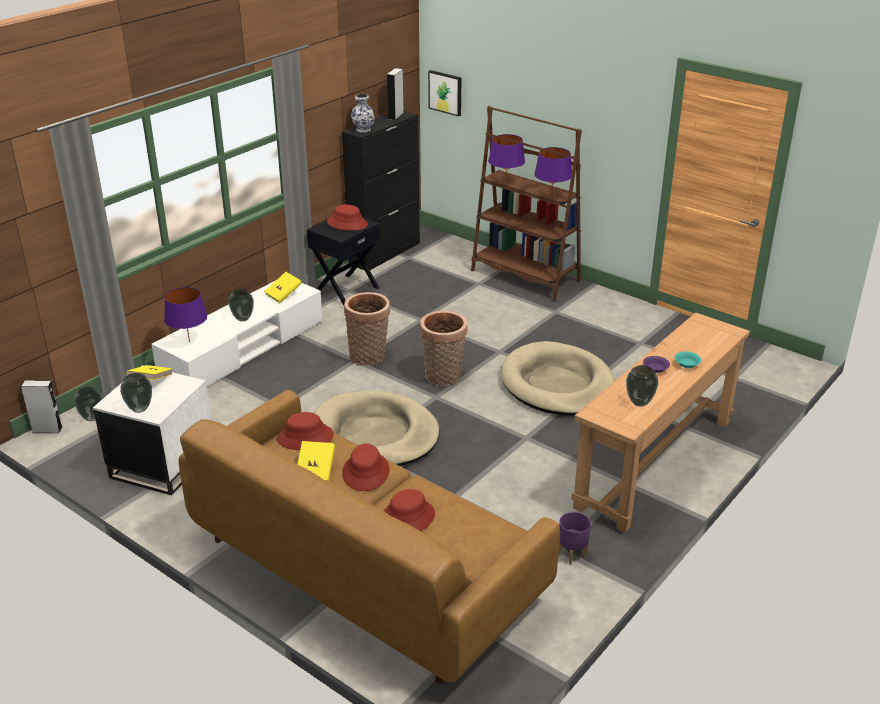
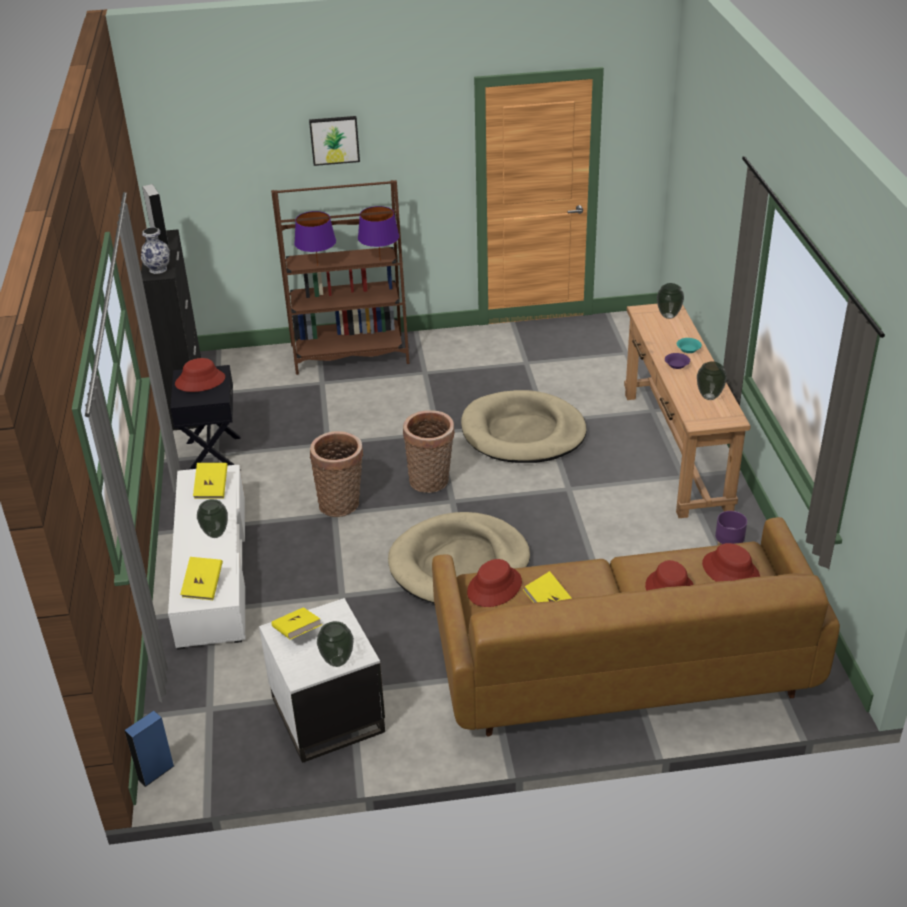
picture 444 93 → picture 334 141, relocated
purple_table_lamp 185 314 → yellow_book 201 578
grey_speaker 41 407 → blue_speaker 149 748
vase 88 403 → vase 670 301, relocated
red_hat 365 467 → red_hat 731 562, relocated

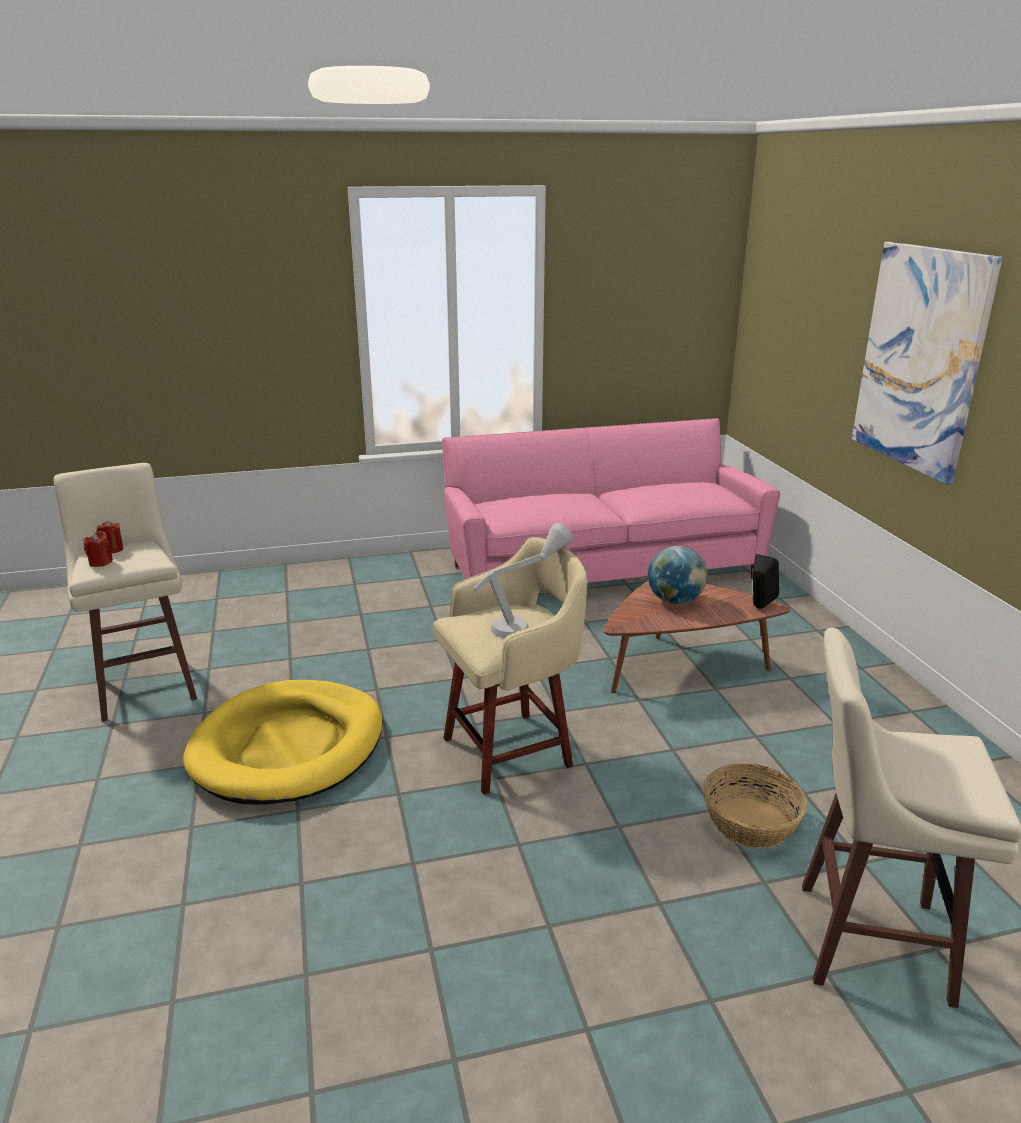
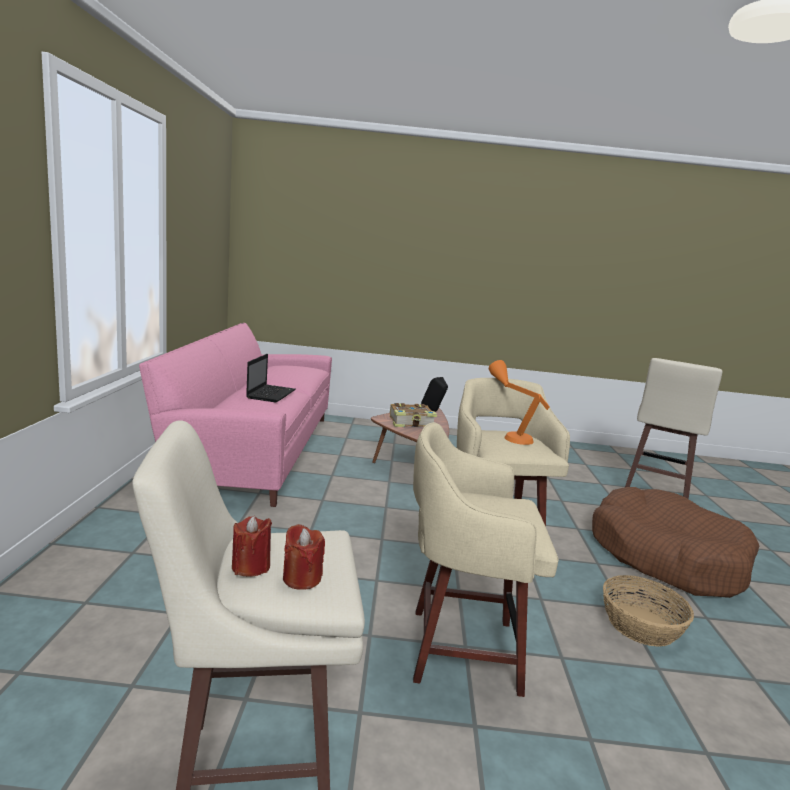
picture 927 363 → -
grey_table_lamp 523 580 → orange_table_lamp 519 402
globe 678 575 → book 413 415
yellow_dog_bed 283 742 → beige_stool 486 559
basket 755 806 → basket 648 611, relocated
- → laptop 271 378
- → brown_dog_bed 676 542

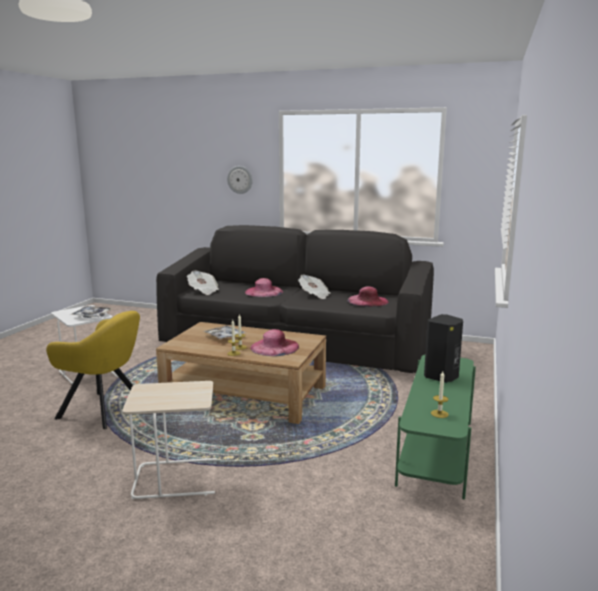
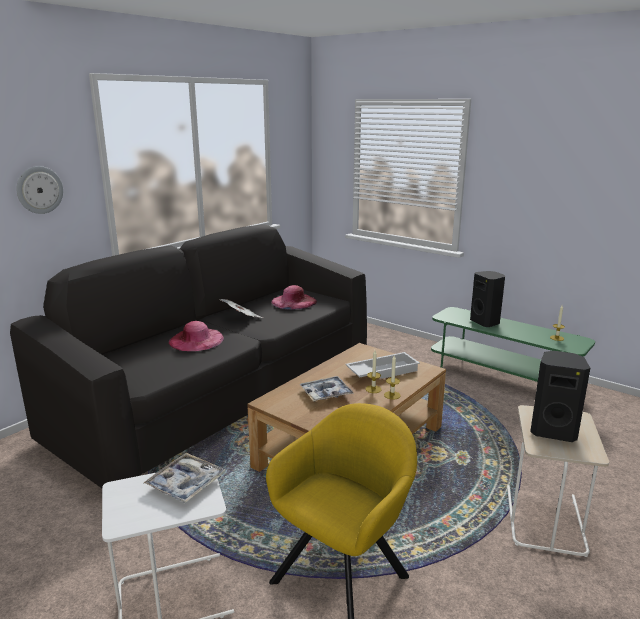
newspaper 203 283 → -
pink_hat 274 342 → white_tray 383 365
- → black_speaker 560 396

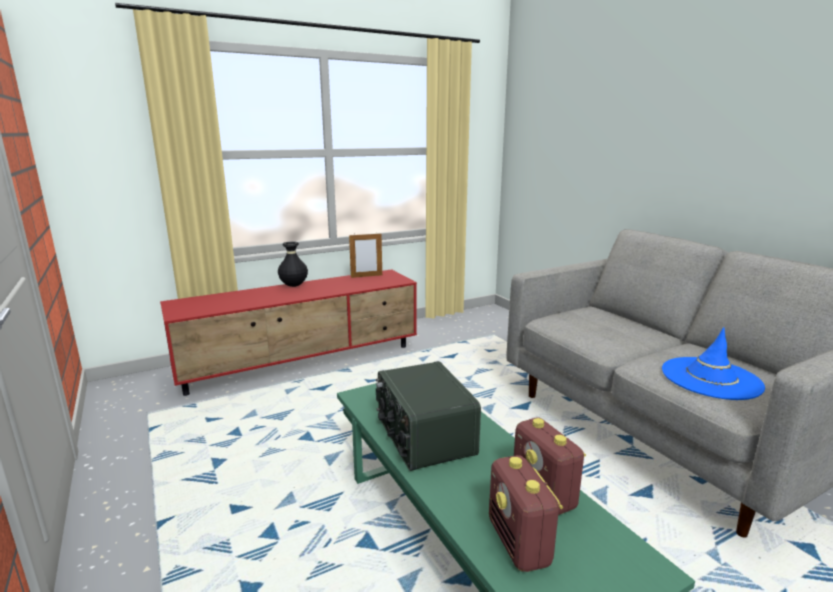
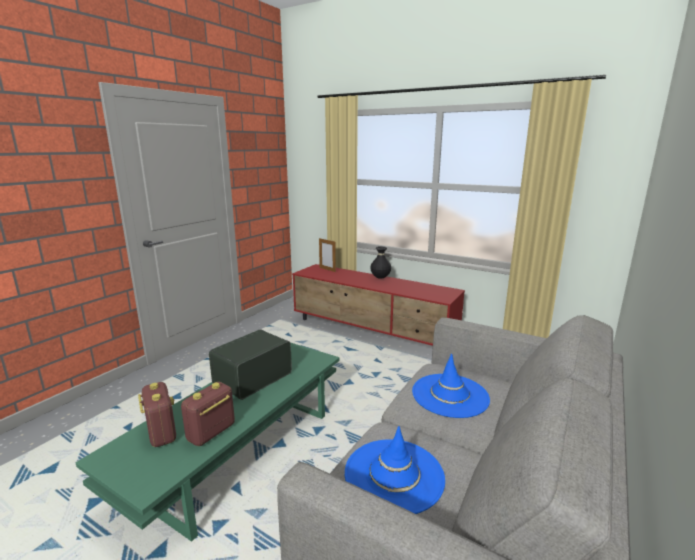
picture_frame 365 256 → picture_frame 327 255, relocated
radio 526 513 → radio 157 414, 105 degrees clockwise
- → blue_hat 451 385

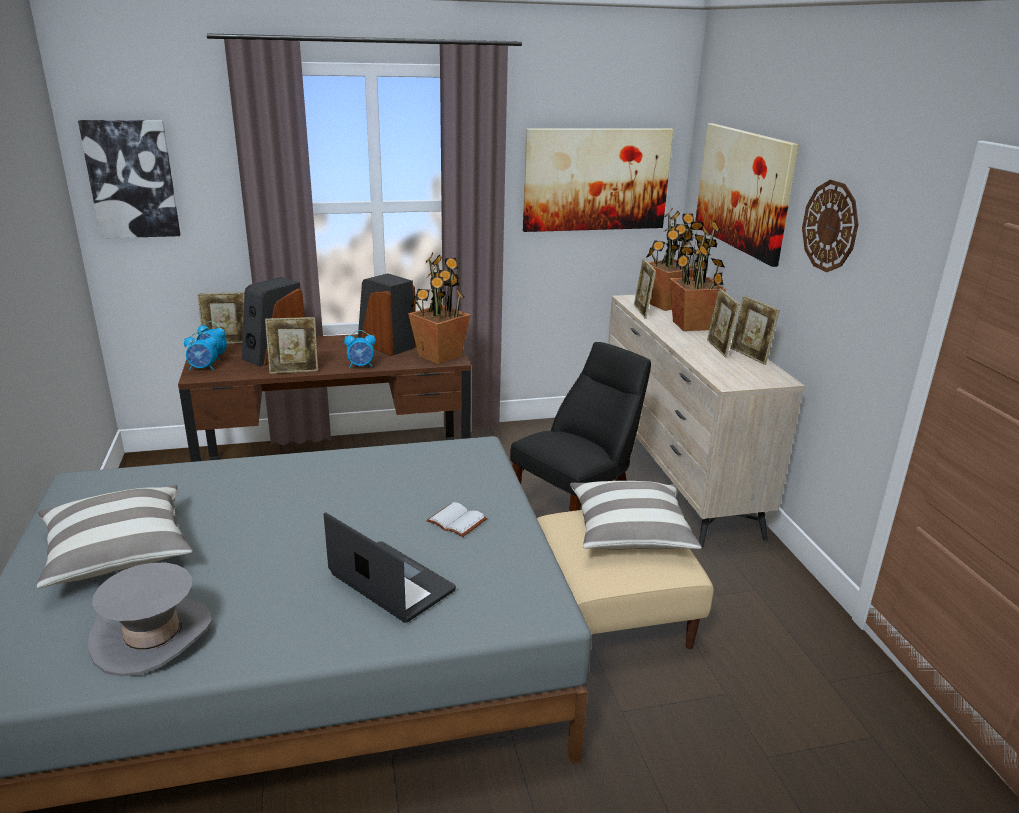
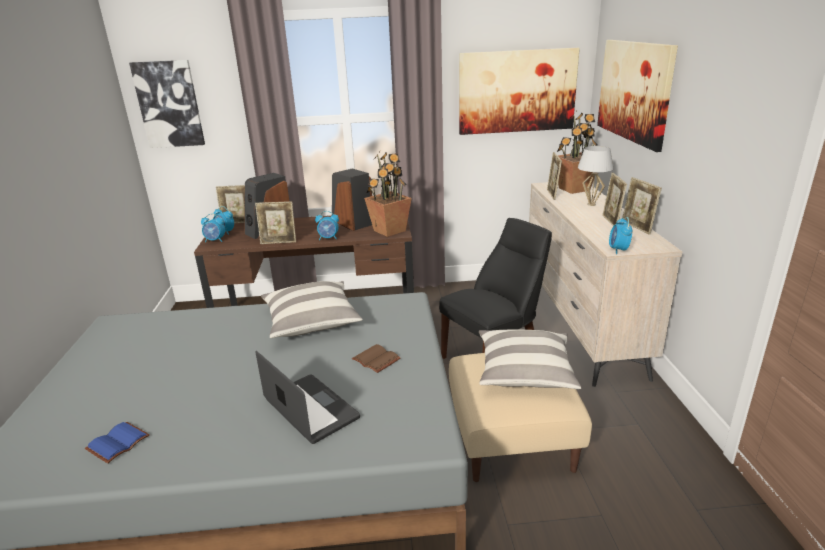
wall_clock 830 226 → -
potted_plant 697 276 → white_table_lamp 596 176
pillow 115 536 → pillow 312 309, relocated
white_book 456 519 → brown_book 376 358
grey_hat 150 620 → blue_book 117 442
- → alarm_clock 620 235

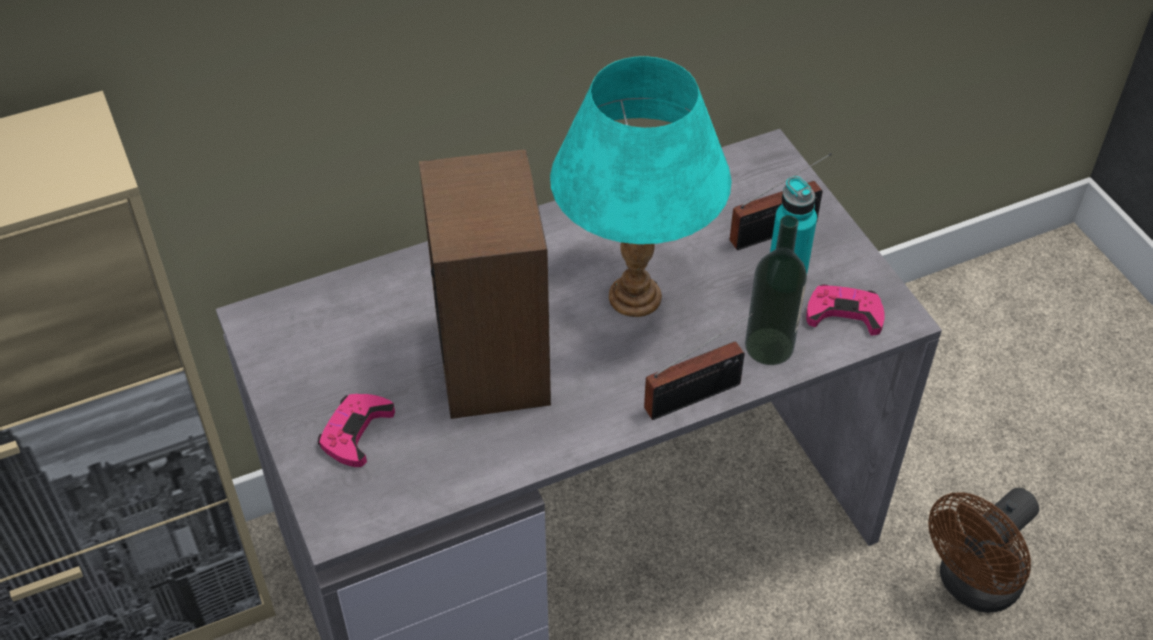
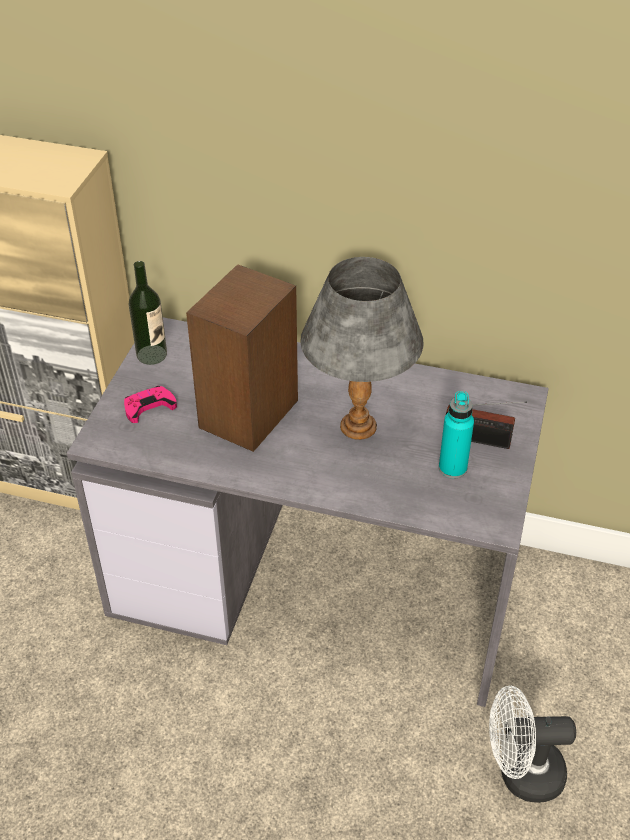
turquoise_table_lamp 641 186 → grey_table_lamp 361 348
bottle 776 290 → bottle 147 313, relocated
pink_game_controller 845 310 → -
radio 698 366 → -
brown_fan 983 550 → white_fan 532 744

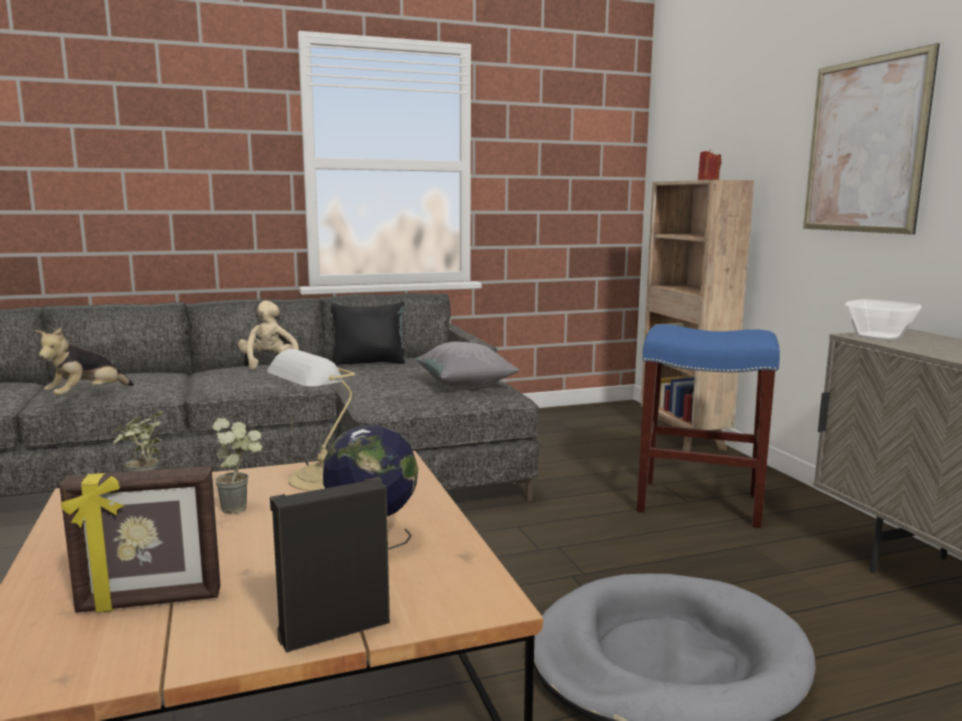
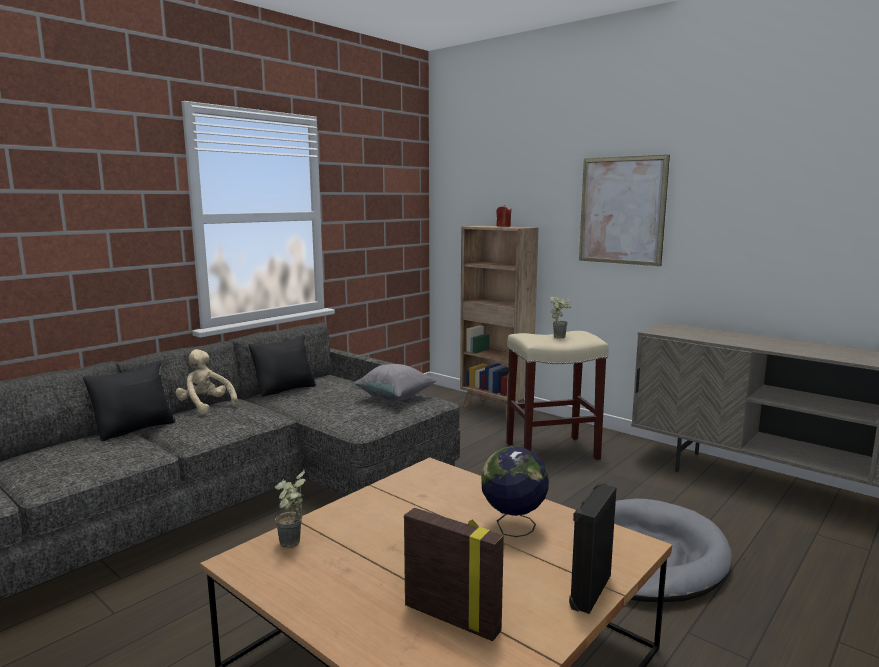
bowl 883 320 → -
blue_stool 708 426 → beige_stool 557 395
plush_toy 84 361 → -
table_lamp 311 420 → -
potted_plant 237 466 → potted_plant 560 317, relocated
picture_frame 140 539 → picture_frame 454 574, 105 degrees counterclockwise
- → black_pillow 129 401

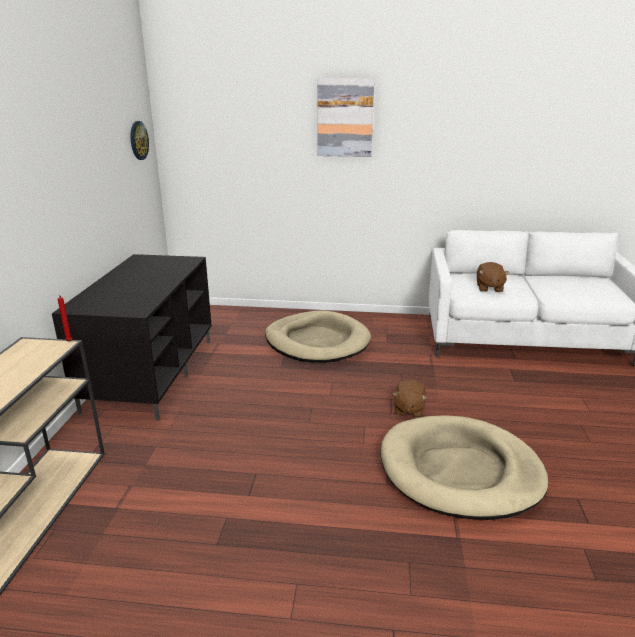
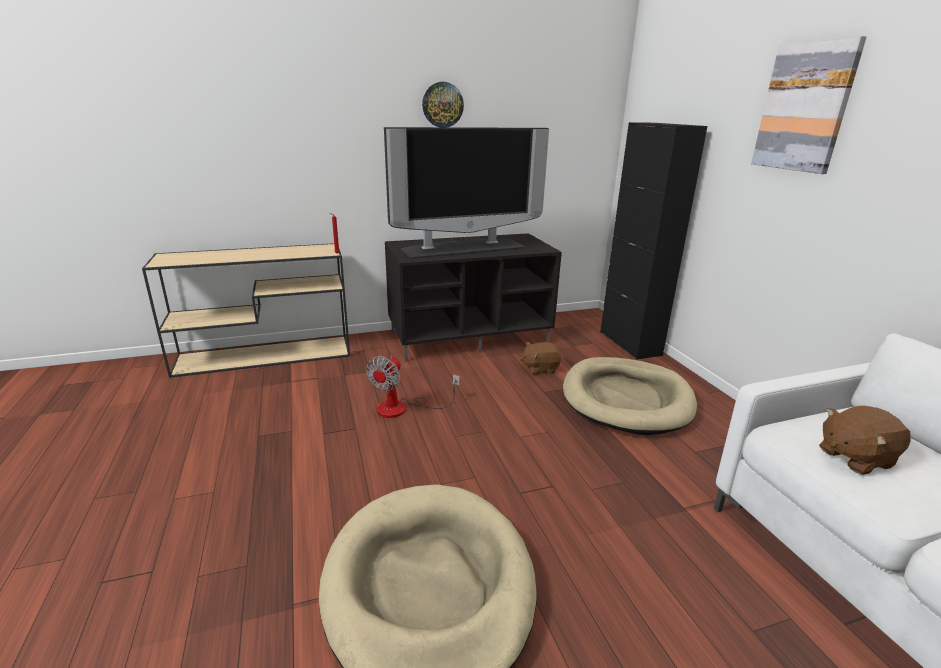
wall_clock 140 140 → wall_clock 443 104, relocated
brown_plush_toy 409 399 → brown_plush_toy 540 358, relocated
- → black_cabinet 653 240
- → television 466 193
- → fan 413 387

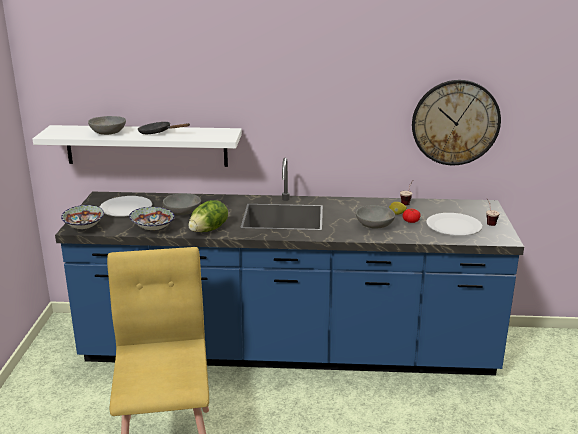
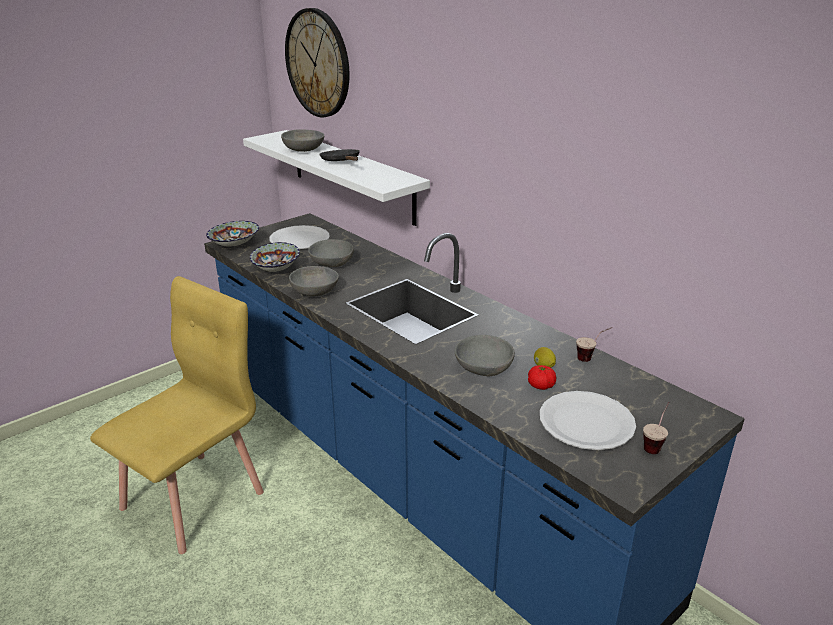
wall_clock 456 122 → wall_clock 317 62, relocated
lettuce 208 216 → grey_bowl 314 281

